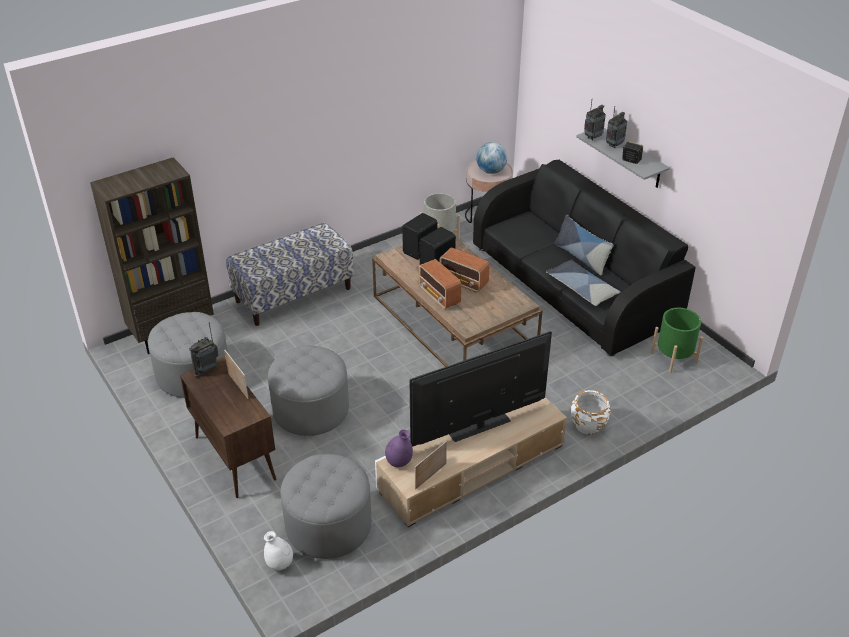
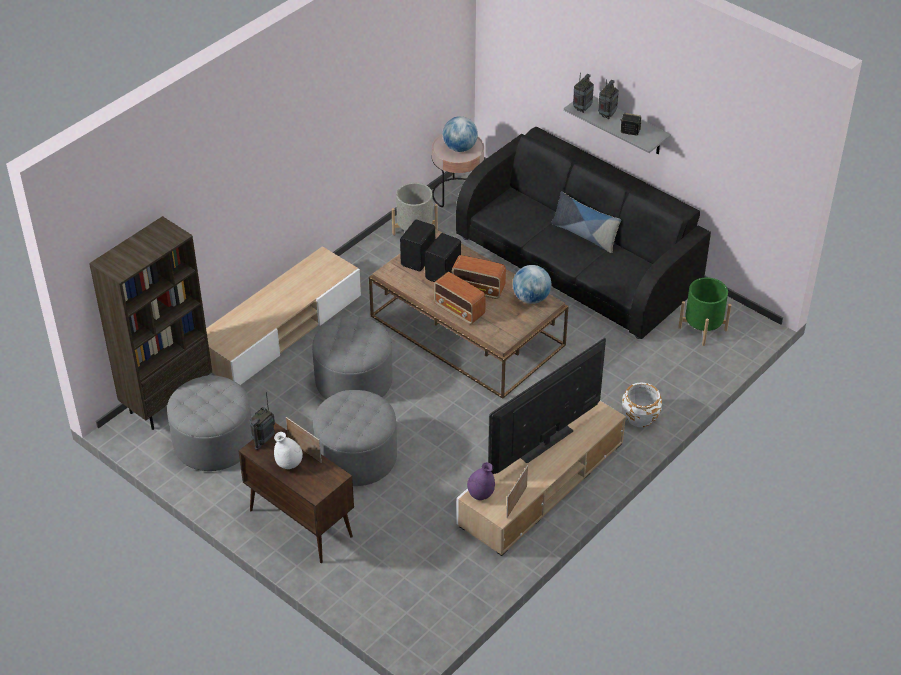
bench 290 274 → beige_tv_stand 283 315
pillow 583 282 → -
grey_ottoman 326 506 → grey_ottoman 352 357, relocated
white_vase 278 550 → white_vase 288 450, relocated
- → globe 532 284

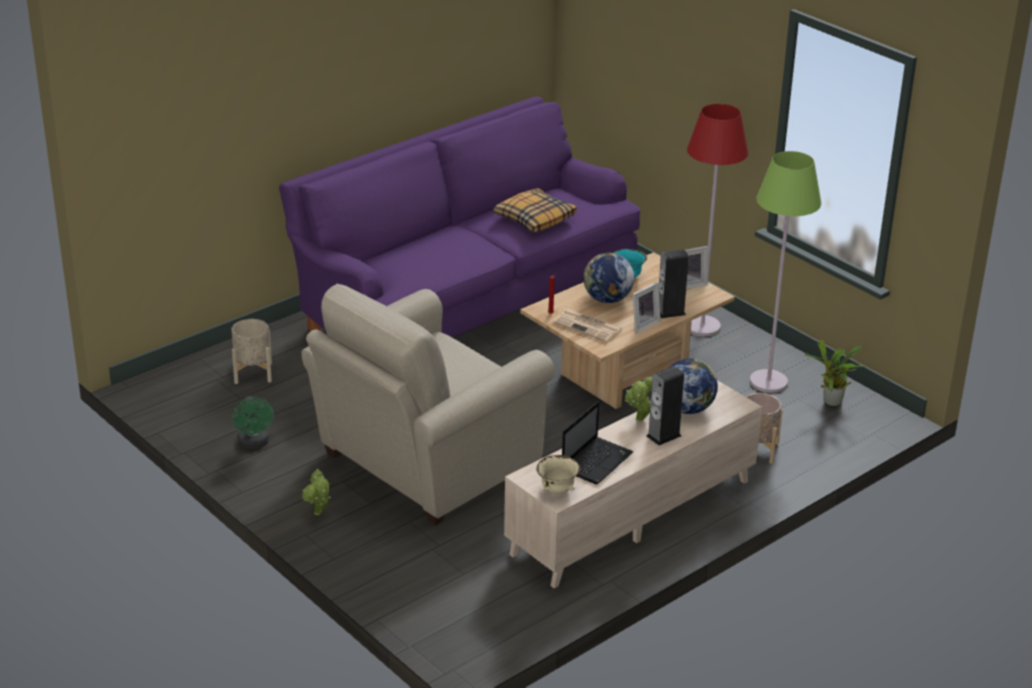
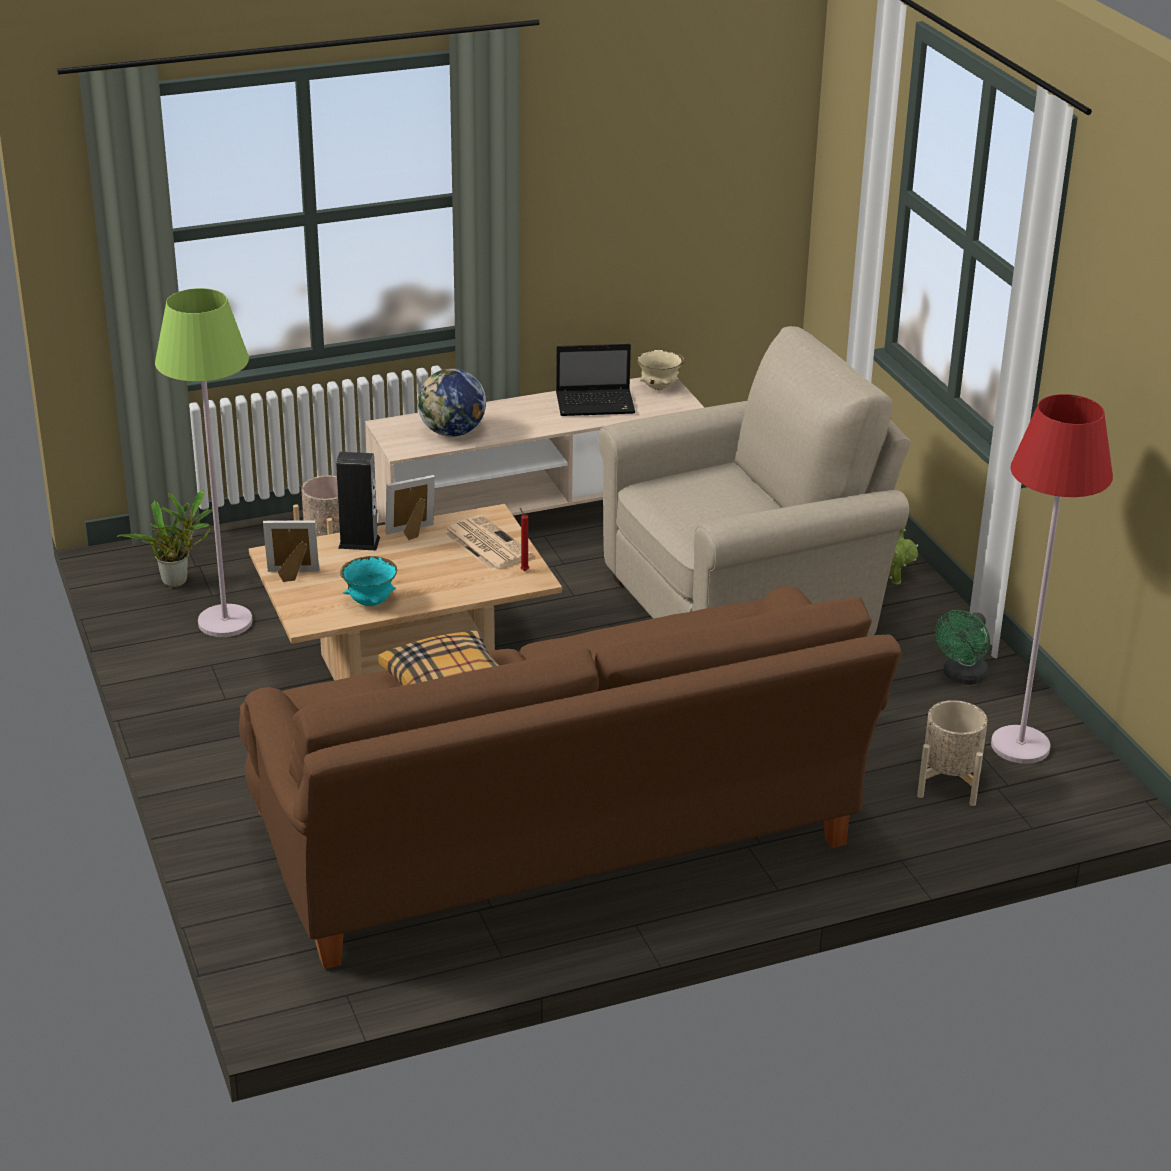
purple_sofa 459 217 → brown_sofa 570 777
red_floor_lamp 717 220 → red_floor_lamp 1052 579, relocated
globe 608 278 → -
speaker 665 406 → -
potted_plant 638 398 → -
green_fan 253 422 → green_fan 962 647, 150 degrees counterclockwise
laptop 597 442 → laptop 595 380, 150 degrees counterclockwise

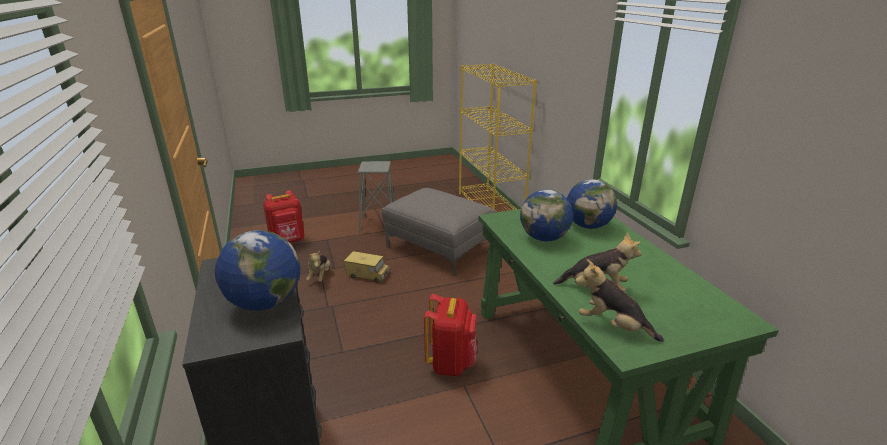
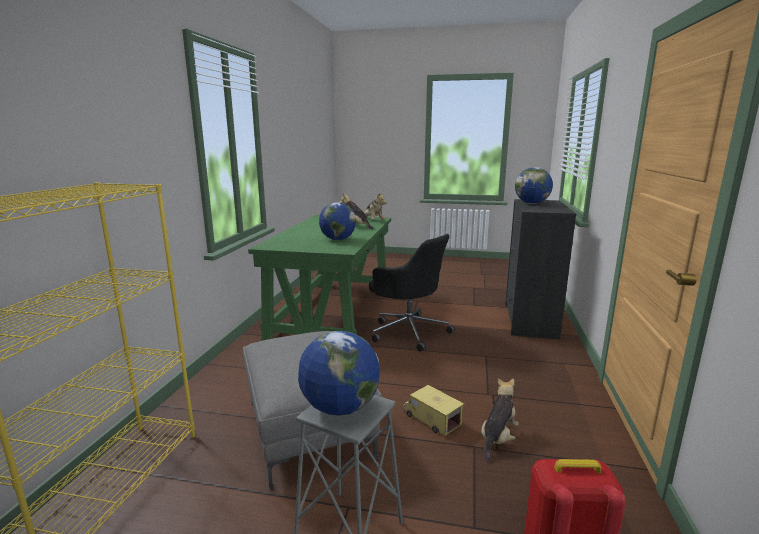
globe 592 204 → globe 339 373, relocated
red_backpack 450 335 → black_office_chair 412 293

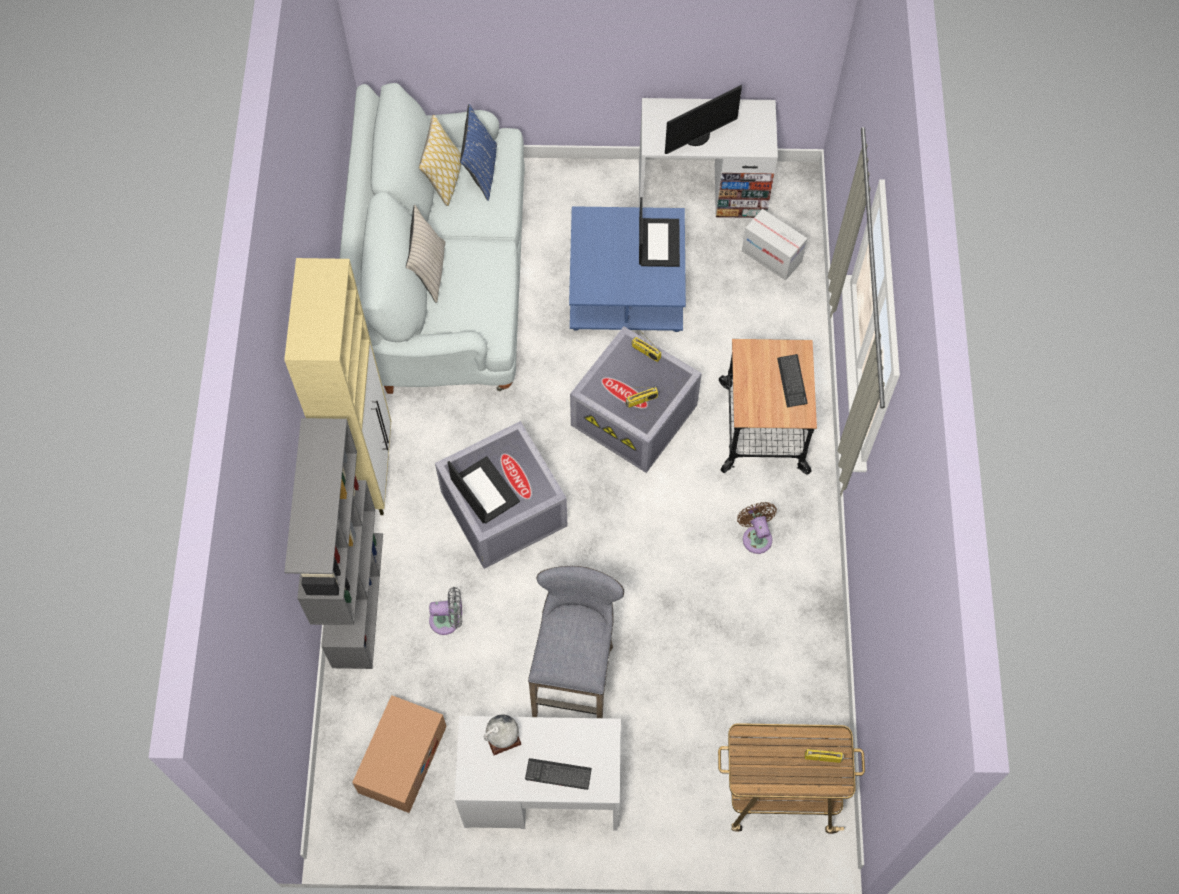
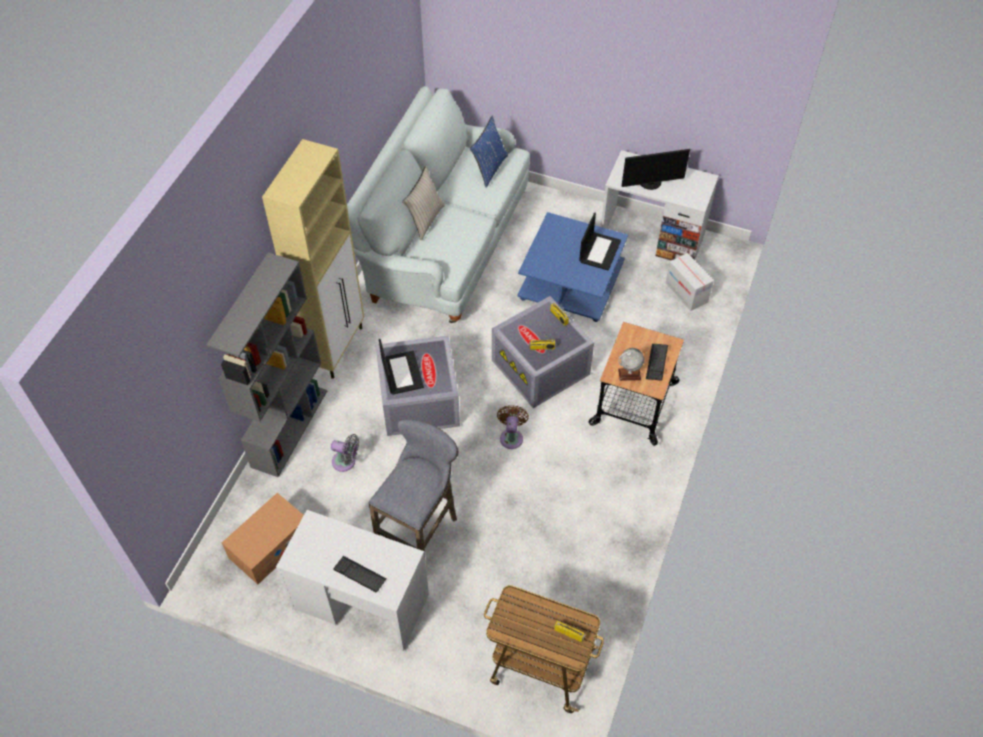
pillow 440 160 → -
brown_fan 757 528 → brown_fan 513 427, relocated
globe 503 735 → globe 631 364, relocated

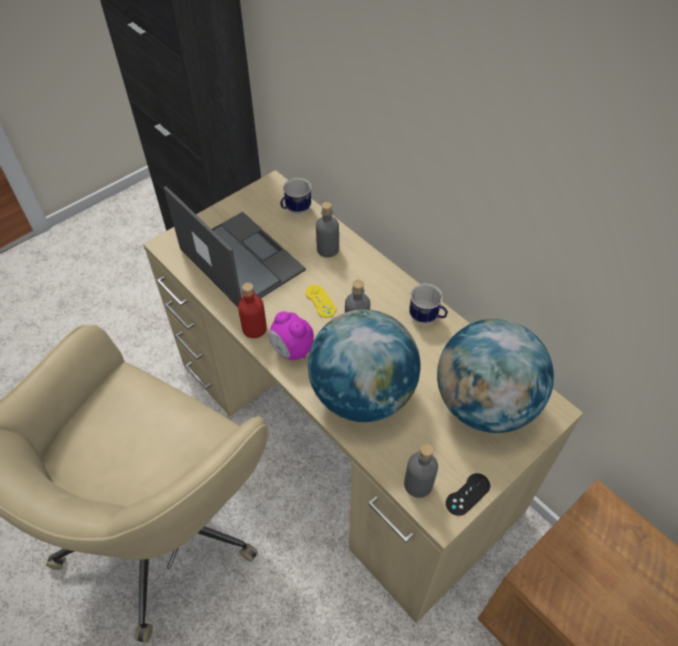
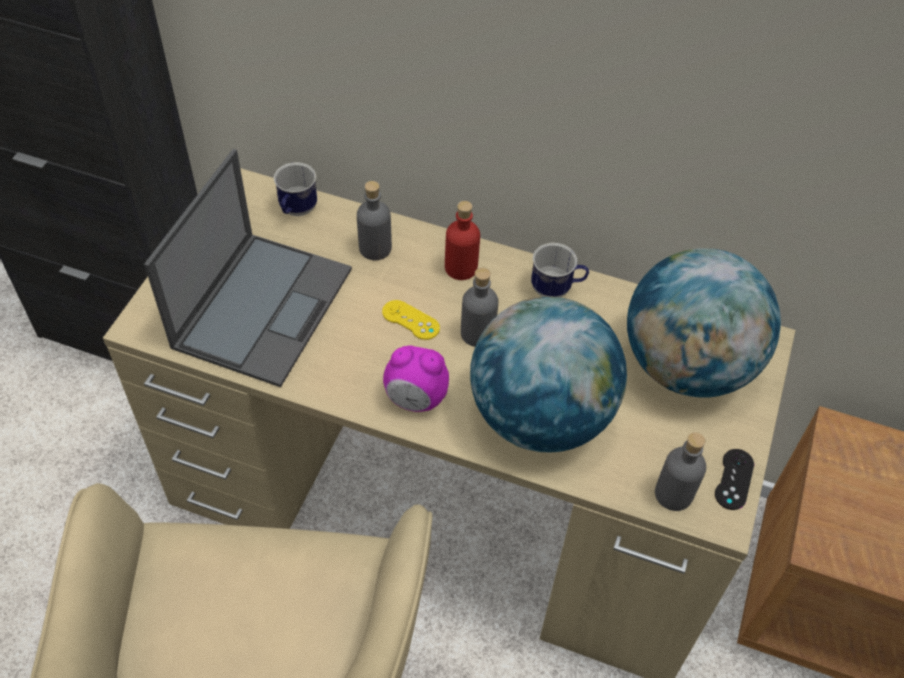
laptop 235 246 → laptop 248 268, 90 degrees clockwise
red_bottle 252 310 → red_bottle 462 240, relocated

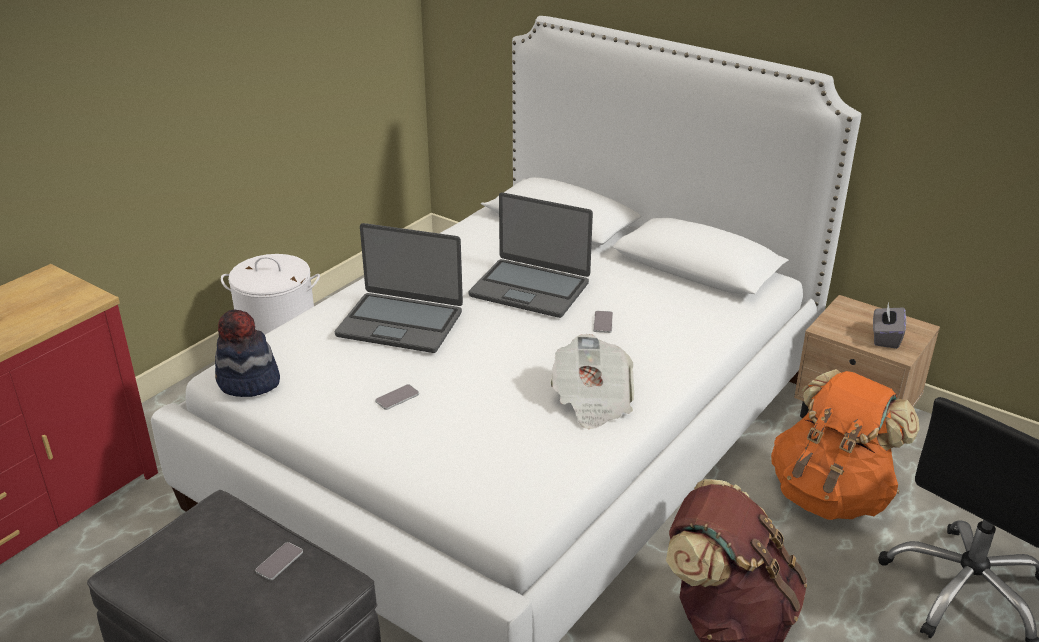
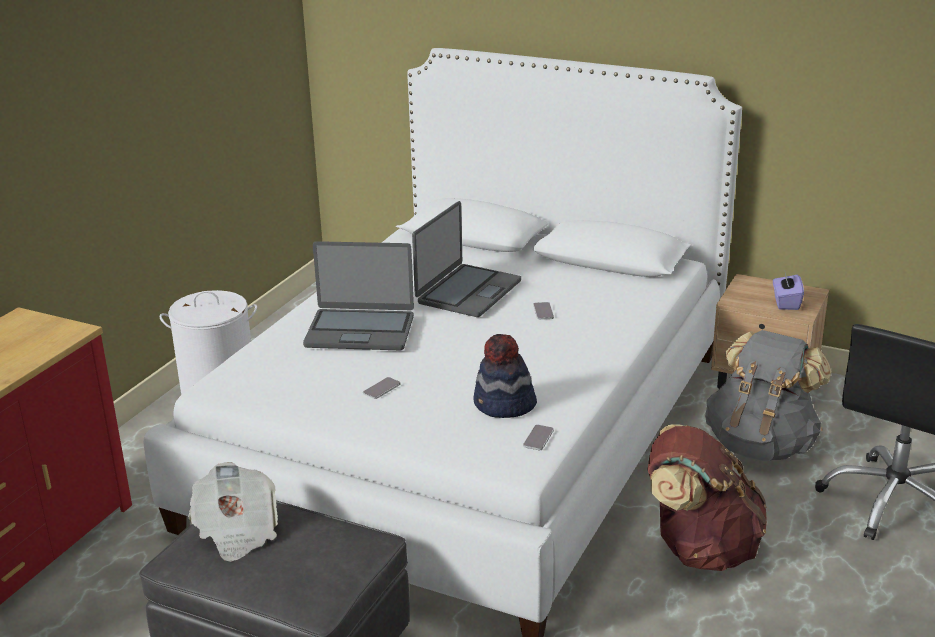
laptop 531 255 → laptop 466 259, 75 degrees counterclockwise
grey_tissue_box 889 325 → purple_tissue_box 788 291
hat 247 353 → hat 505 376, relocated
newspaper 592 381 → newspaper 233 512, relocated
orange_backpack 845 444 → grey_backpack 768 396
phone 279 561 → phone 538 437, relocated

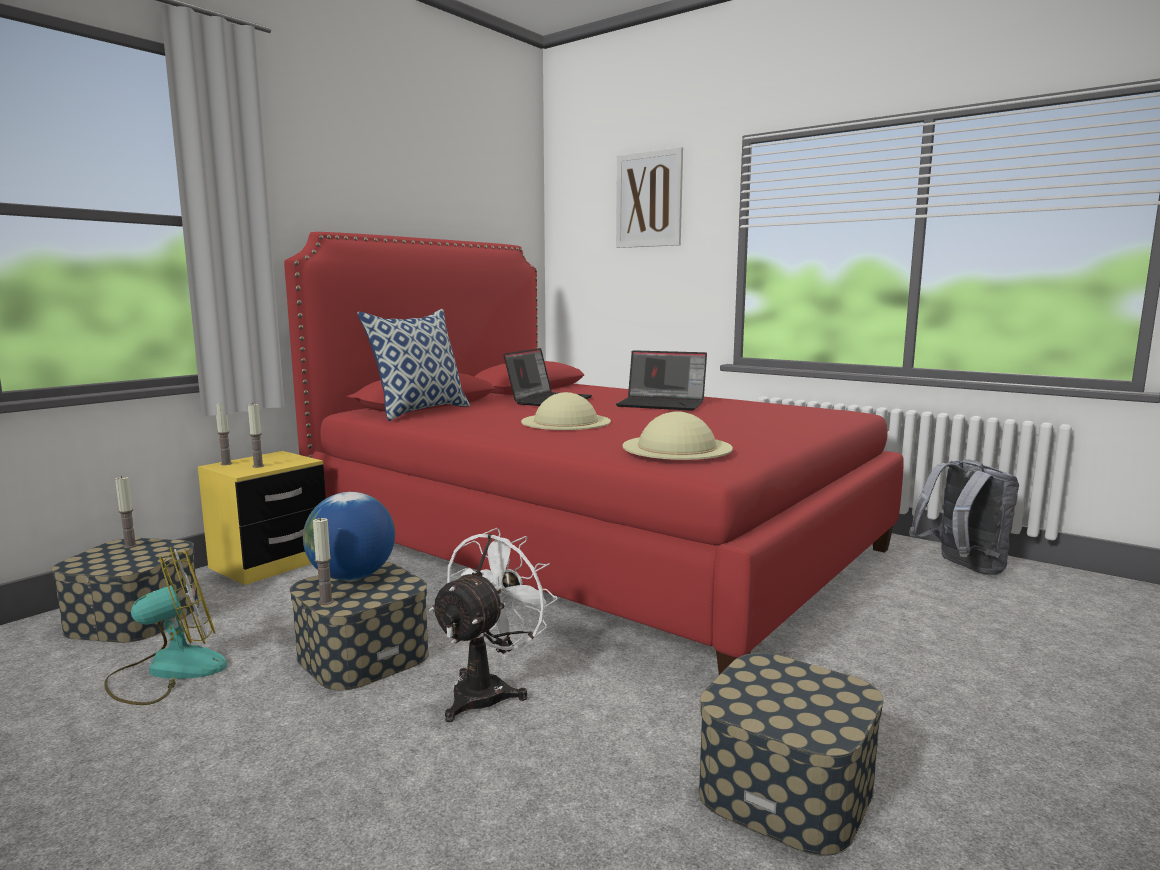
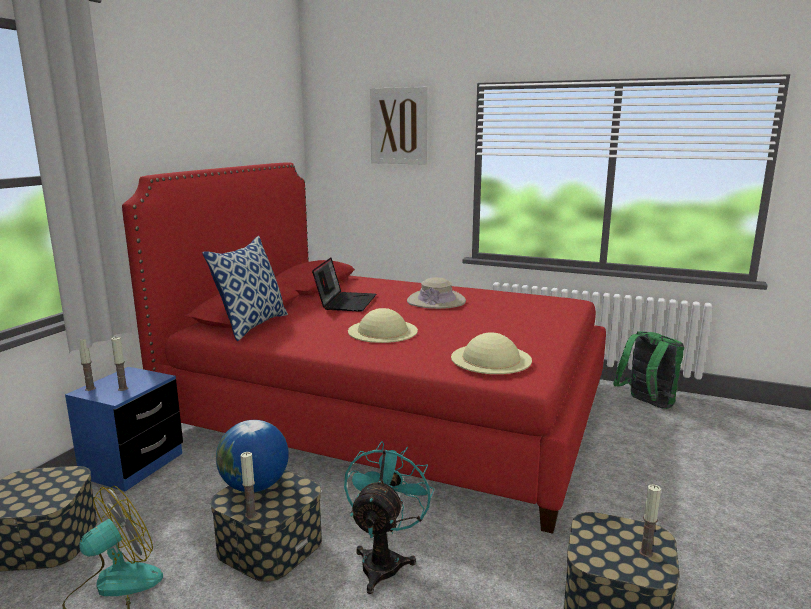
laptop 661 380 → beige_hat 436 293
yellow_nightstand 262 518 → blue_nightstand 124 429
grey_backpack 964 518 → green_backpack 648 370
candle 126 512 → candle 650 520, relocated
white_fan 493 625 → turquoise_fan 389 517

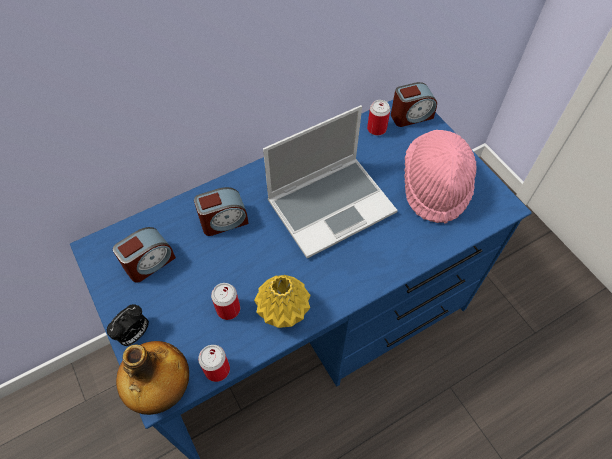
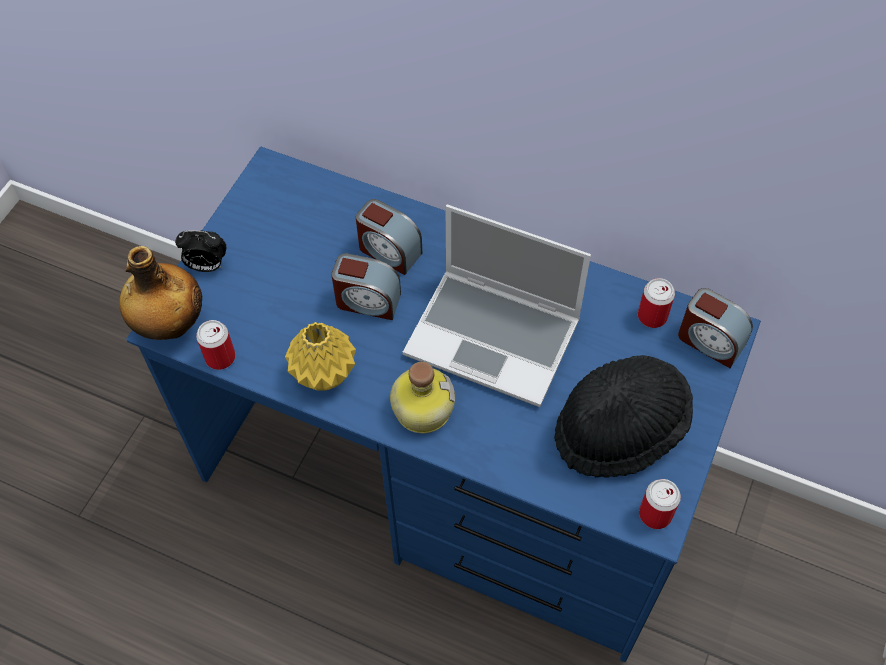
pink_hat 440 177 → black_hat 623 416
alarm_clock 144 255 → alarm_clock 366 286, relocated
can 225 301 → can 660 504, relocated
- → bottle 422 397

